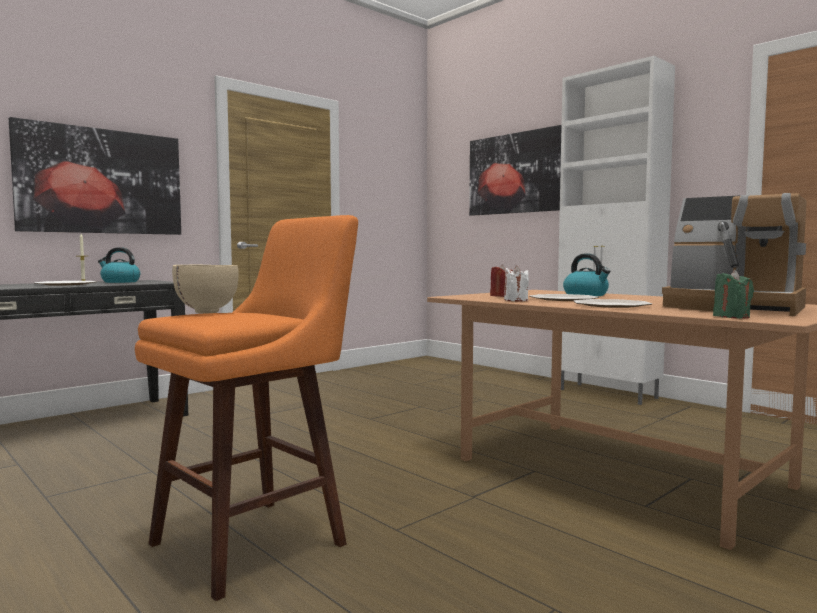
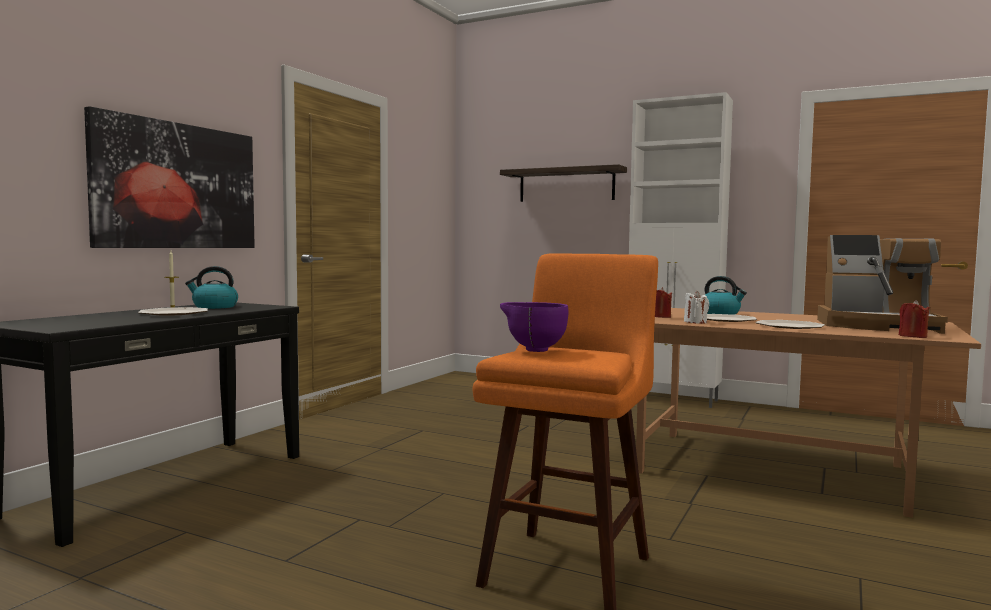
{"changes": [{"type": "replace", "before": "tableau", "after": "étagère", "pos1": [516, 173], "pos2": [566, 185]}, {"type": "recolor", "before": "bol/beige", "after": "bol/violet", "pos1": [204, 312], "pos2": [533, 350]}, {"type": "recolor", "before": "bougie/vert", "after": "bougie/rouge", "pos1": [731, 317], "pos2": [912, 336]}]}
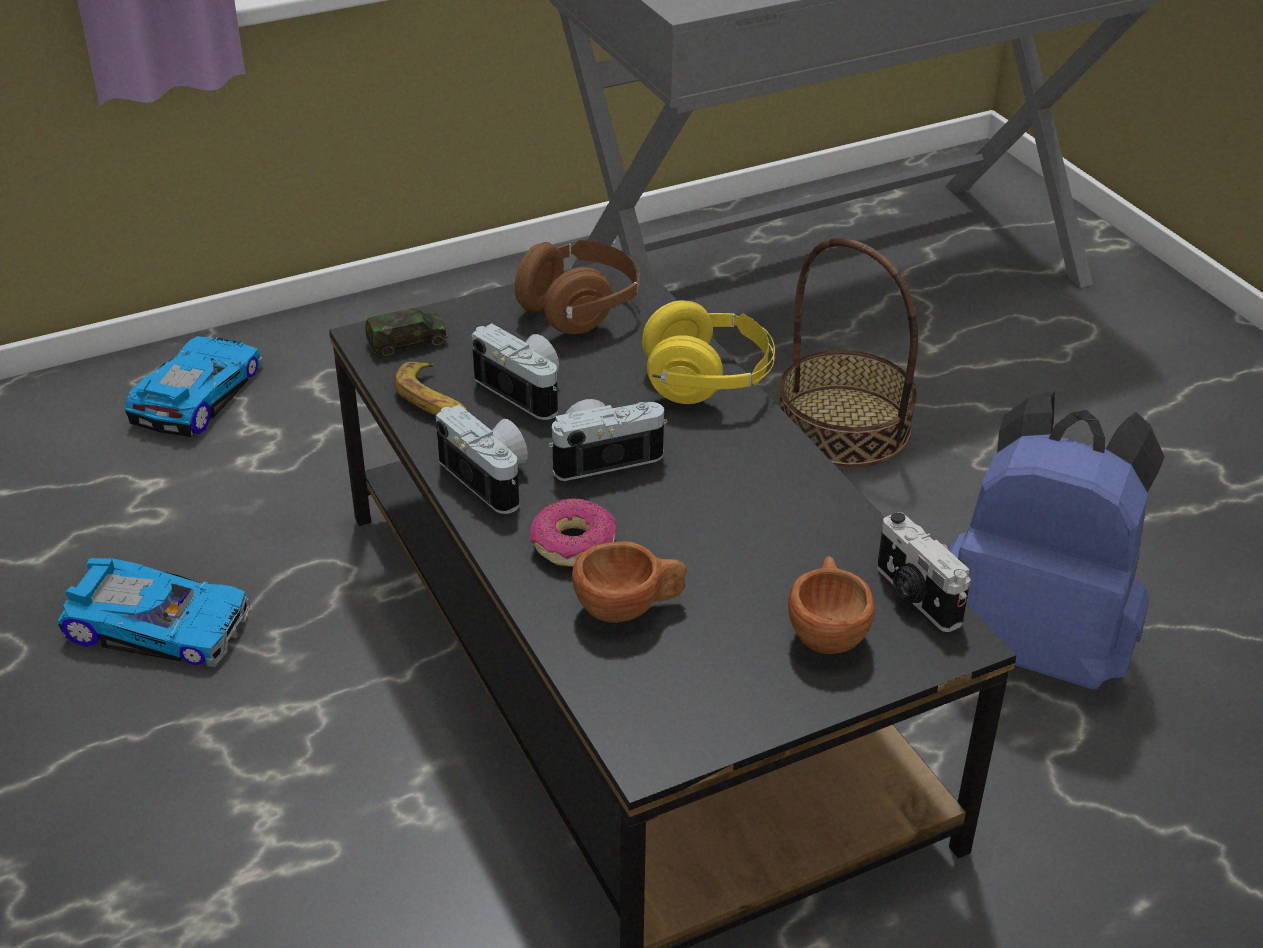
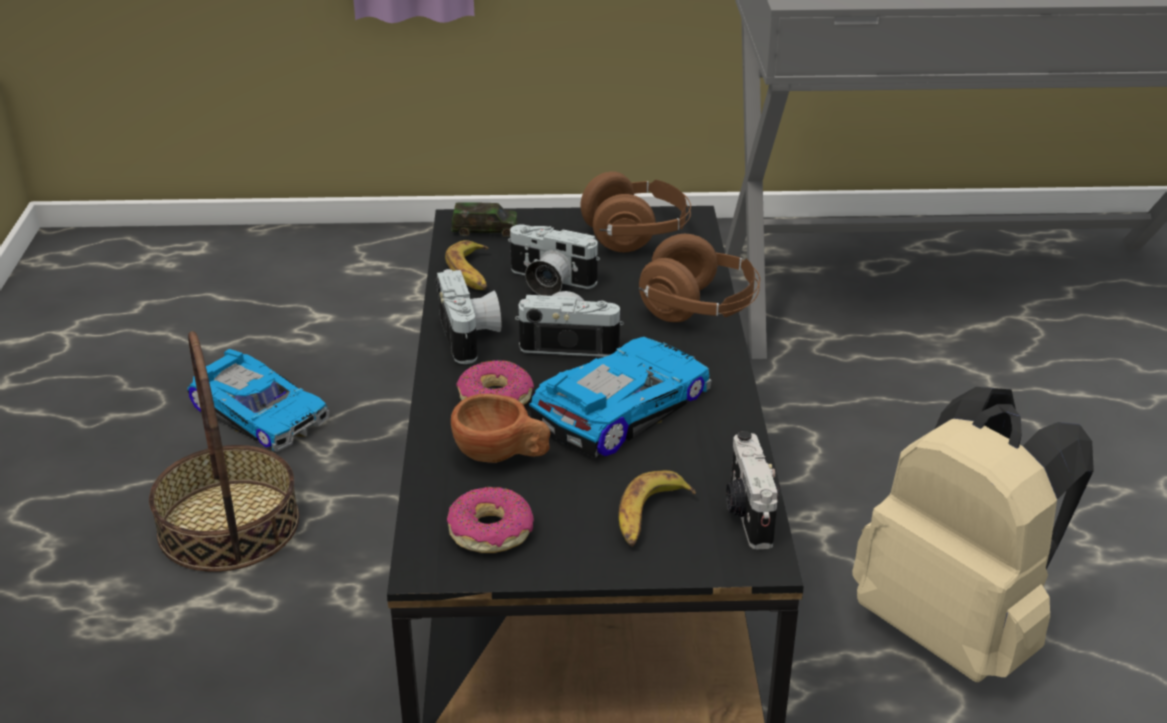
{"changes": [{"type": "move", "before": "panier", "pos1": [844, 426], "pos2": [229, 525]}, {"type": "recolor", "before": "casque audio/jaune", "after": "casque audio/marron", "pos1": [707, 381], "pos2": [699, 310]}, {"type": "rotate", "before": "appareil photo", "pos1": [527, 390], "pos2": [548, 282], "turn": 135}, {"type": "move", "before": "petite voiture", "pos1": [194, 395], "pos2": [618, 406]}, {"type": "recolor", "before": "sac à dos/bleu", "after": "sac à dos/beige", "pos1": [1033, 642], "pos2": [955, 630]}, {"type": "replace", "before": "tasse/marron", "after": "banane", "pos1": [826, 629], "pos2": [649, 517]}, {"type": "insert", "after": "beignet", "pos2": [490, 531]}]}
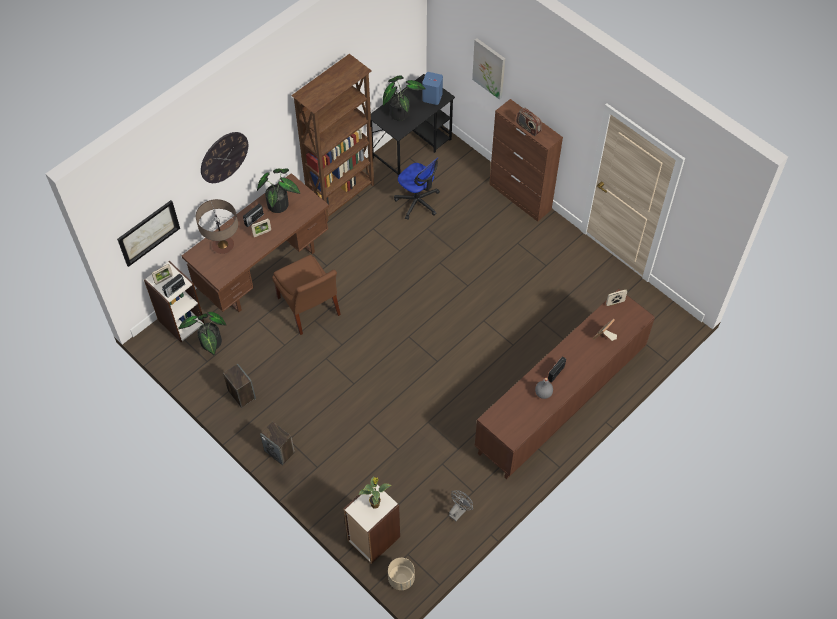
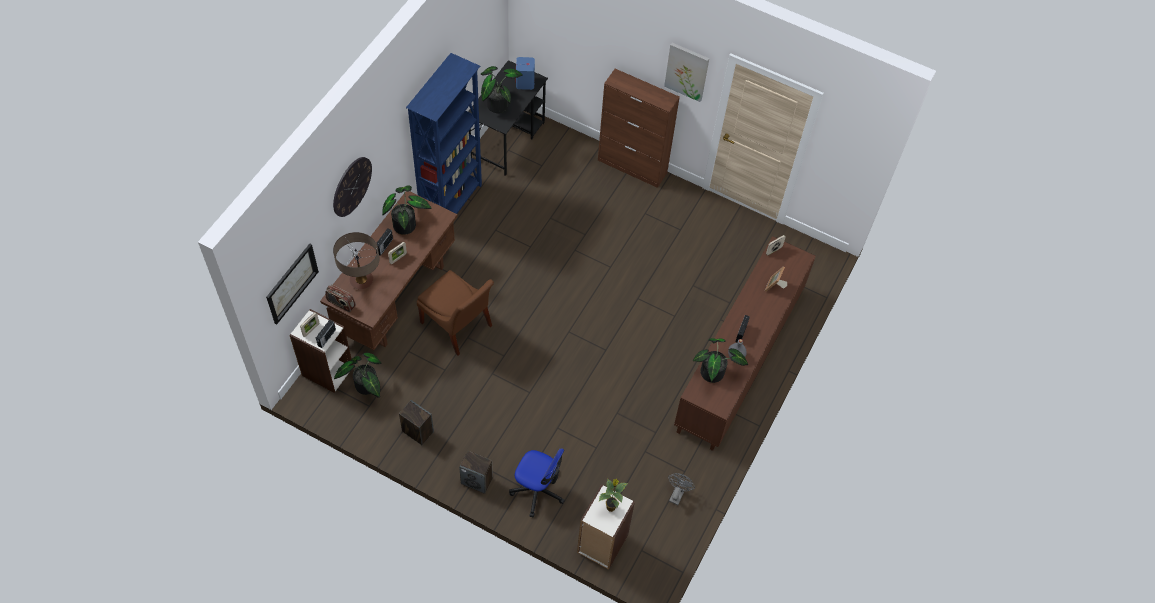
{"changes": [{"type": "move", "before": "tableau", "pos1": [489, 68], "pos2": [687, 71]}, {"type": "recolor", "before": "bibliothèque/marron", "after": "bibliothèque/bleu", "pos1": [342, 196], "pos2": [452, 203]}, {"type": "move", "before": "radio", "pos1": [528, 127], "pos2": [341, 303]}, {"type": "move", "before": "chaise de bureau", "pos1": [418, 202], "pos2": [538, 490]}, {"type": "delete", "before": "cache-pot/beige", "pos1": [401, 578]}, {"type": "insert", "after": "plante en pot", "pos2": [714, 374]}]}
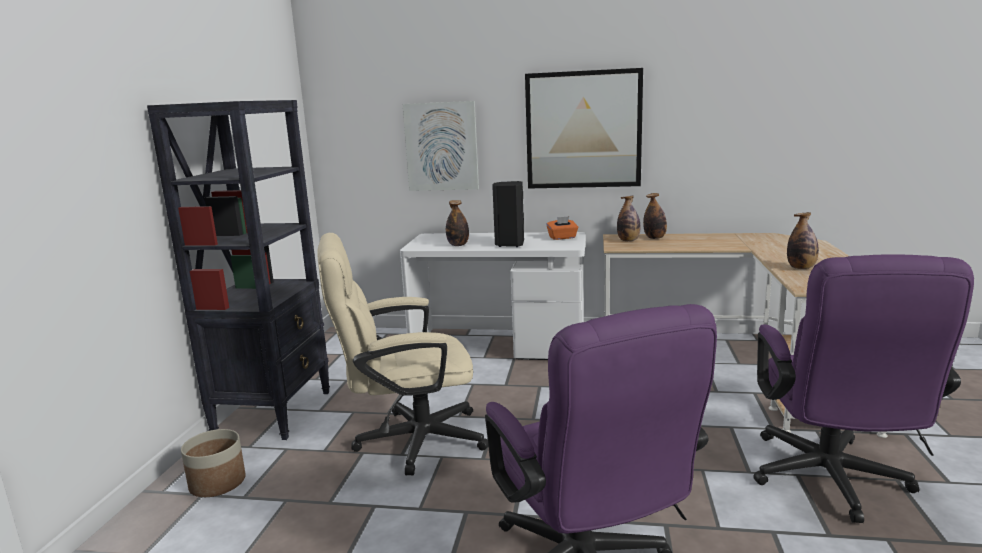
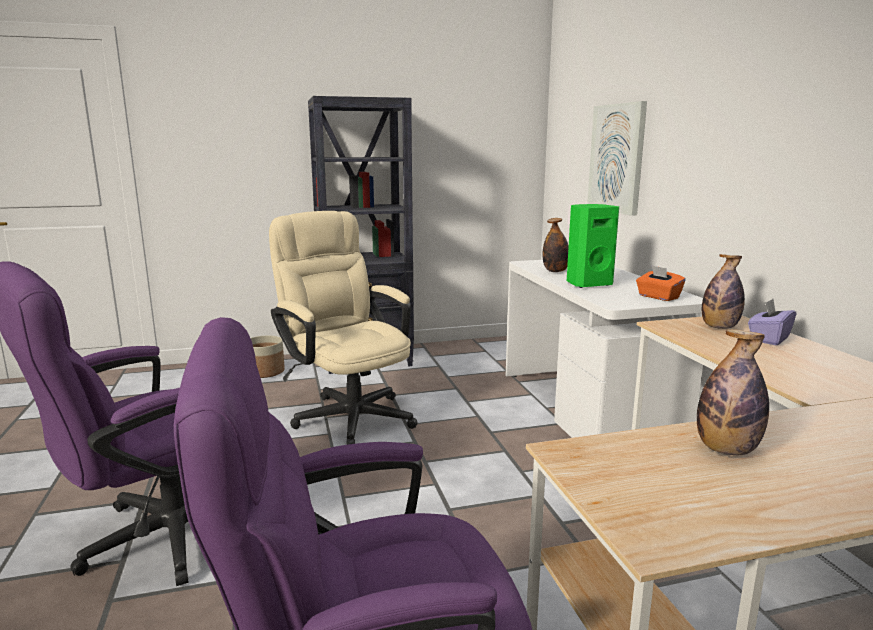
{"changes": [{"type": "delete", "before": "tableau", "pos1": [583, 130]}, {"type": "recolor", "before": "enceinte/noir", "after": "enceinte/vert", "pos1": [509, 244], "pos2": [588, 284]}, {"type": "replace", "before": "bouteille", "after": "boîte à mouchoirs/violet", "pos1": [654, 238], "pos2": [768, 339]}]}
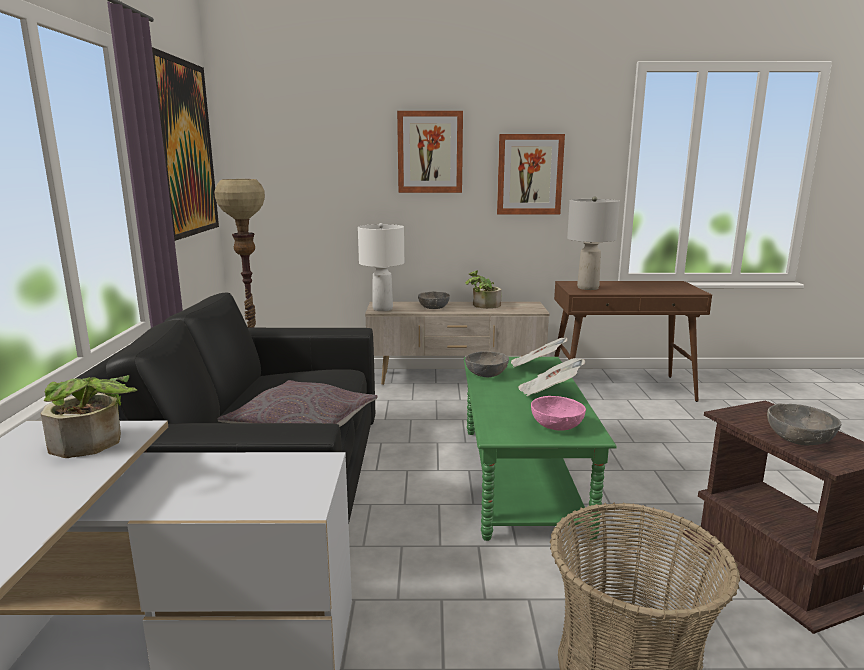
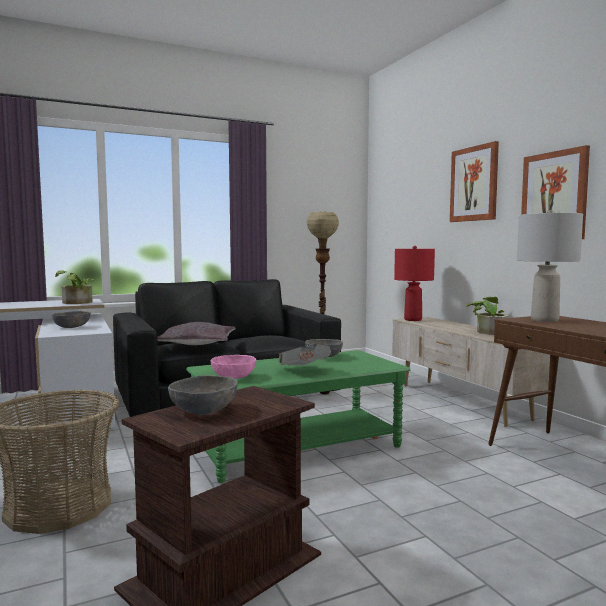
{"changes": [{"type": "delete", "before": "tableau", "pos1": [185, 149]}, {"type": "recolor", "before": "lampe de table/blanc", "after": "lampe de table/rouge", "pos1": [382, 309], "pos2": [412, 320]}, {"type": "move", "before": "bol/gris", "pos1": [434, 307], "pos2": [72, 327]}, {"type": "delete", "before": "journal", "pos1": [536, 367]}]}
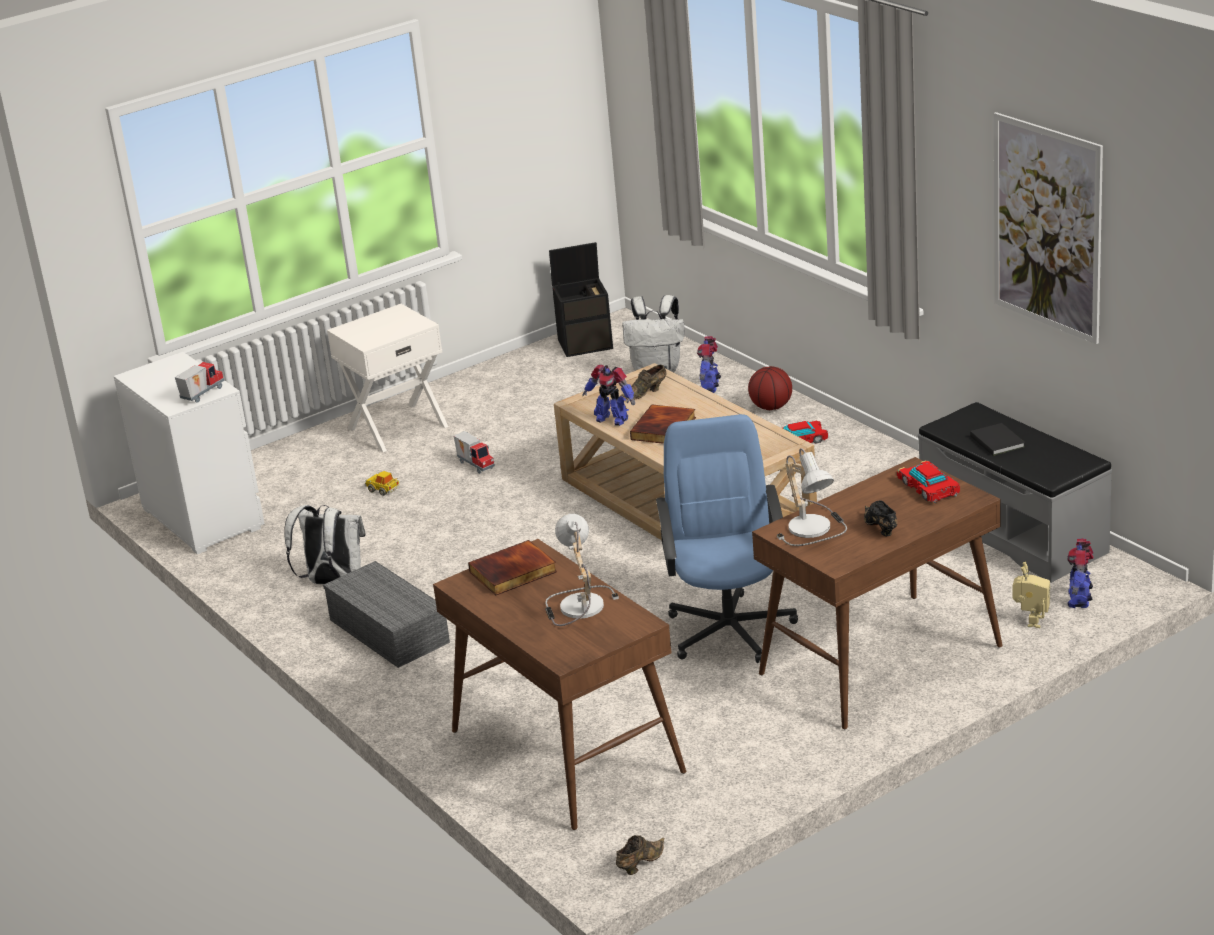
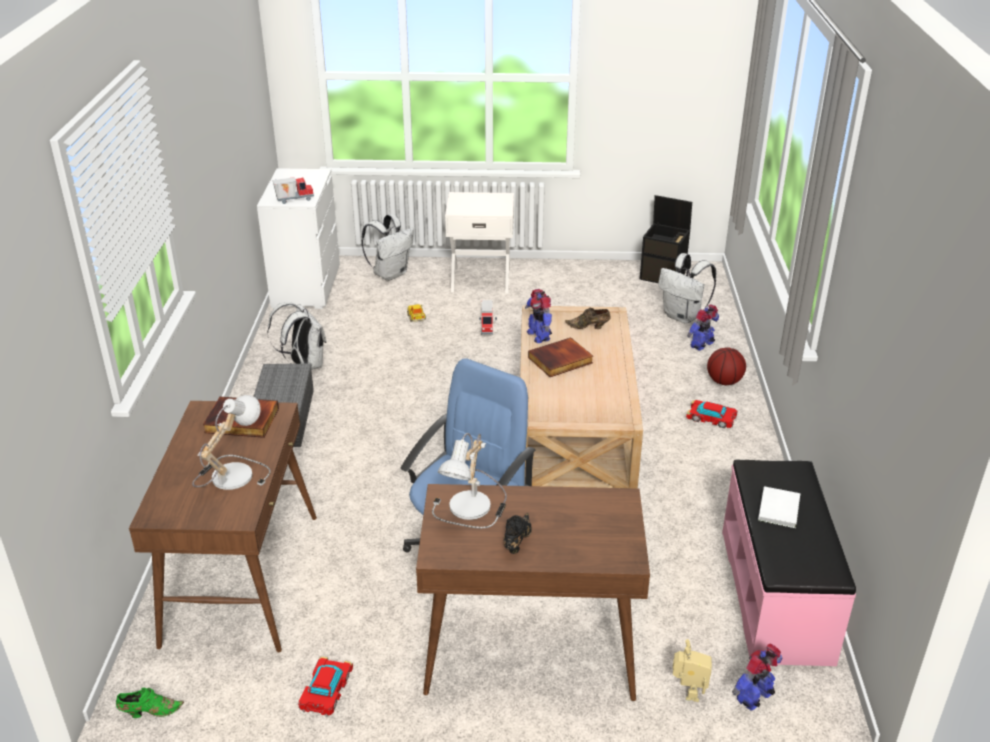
{"changes": [{"type": "delete", "before": "tableau", "pos1": [1047, 227]}, {"type": "recolor", "before": "banc/gris", "after": "banc/rose", "pos1": [1014, 532], "pos2": [776, 594]}, {"type": "recolor", "before": "livre/noir", "after": "livre/blanc", "pos1": [997, 441], "pos2": [779, 508]}, {"type": "move", "before": "petite voiture", "pos1": [928, 488], "pos2": [326, 690]}, {"type": "rotate", "before": "robot jouet", "pos1": [1030, 621], "pos2": [688, 692], "turn": -45}, {"type": "recolor", "before": "chaussure/marron", "after": "chaussure/vert", "pos1": [639, 864], "pos2": [149, 712]}, {"type": "insert", "after": "sac à dos/blanc", "pos2": [390, 274]}]}
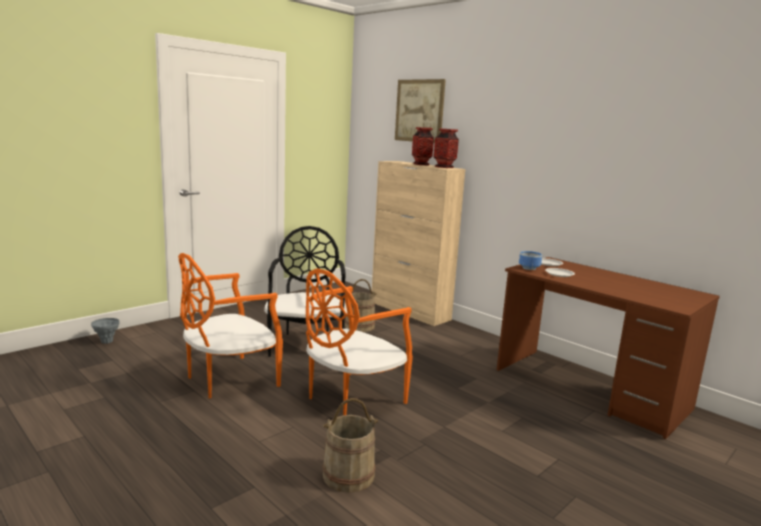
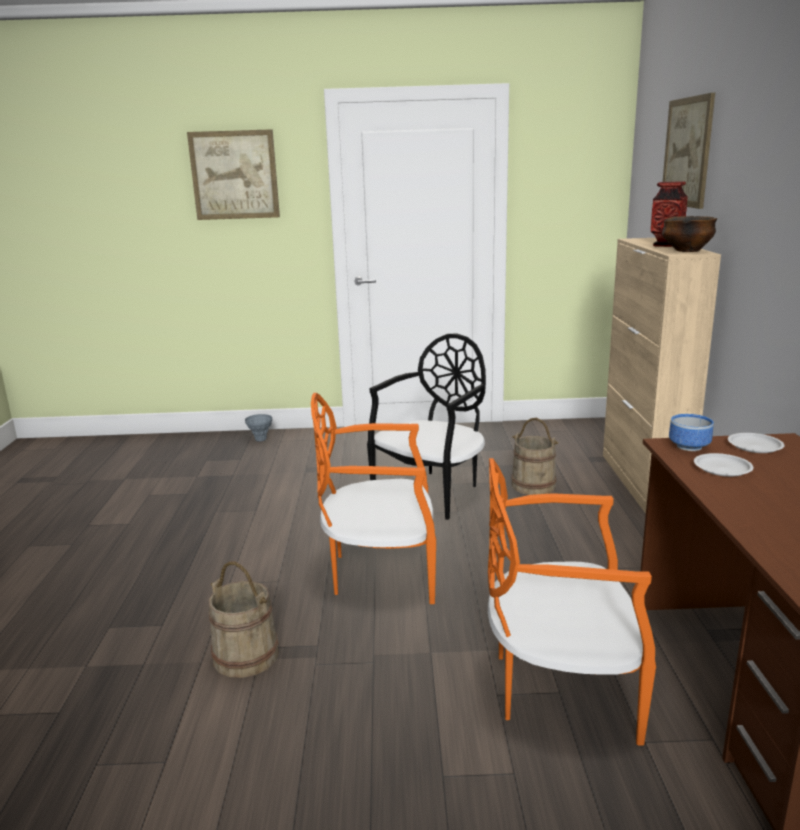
{"changes": [{"type": "replace", "before": "vase", "after": "bol", "pos1": [444, 167], "pos2": [686, 251]}, {"type": "move", "before": "chaise/orange", "pos1": [229, 379], "pos2": [560, 687]}, {"type": "insert", "after": "tableau", "pos2": [234, 175]}]}
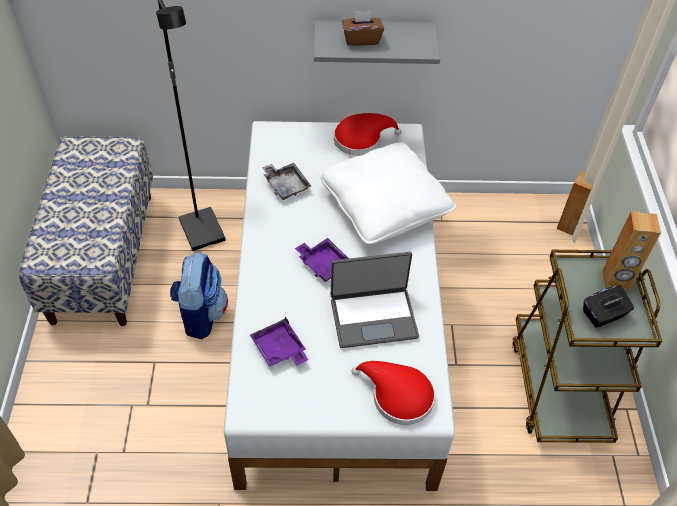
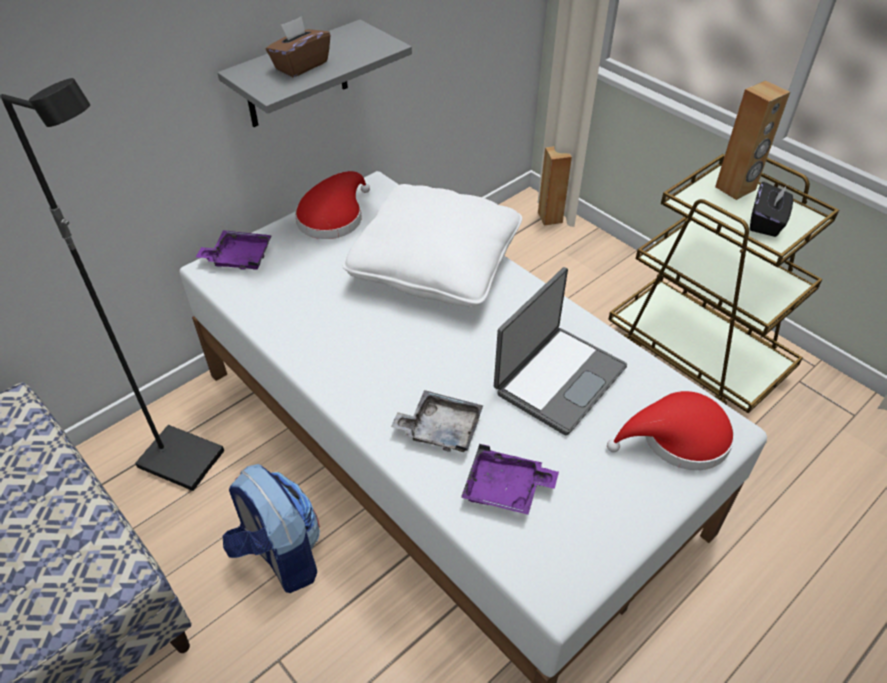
{"changes": [{"type": "move", "before": "plateau/gris", "pos1": [286, 185], "pos2": [440, 429]}, {"type": "move", "before": "plateau/violet", "pos1": [323, 264], "pos2": [239, 258]}]}
